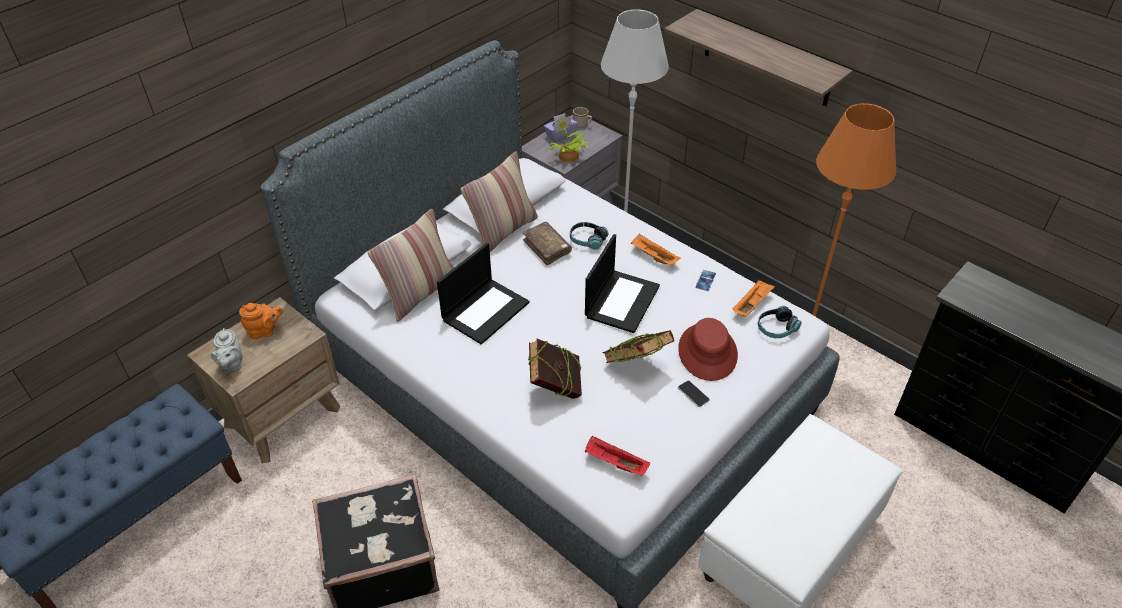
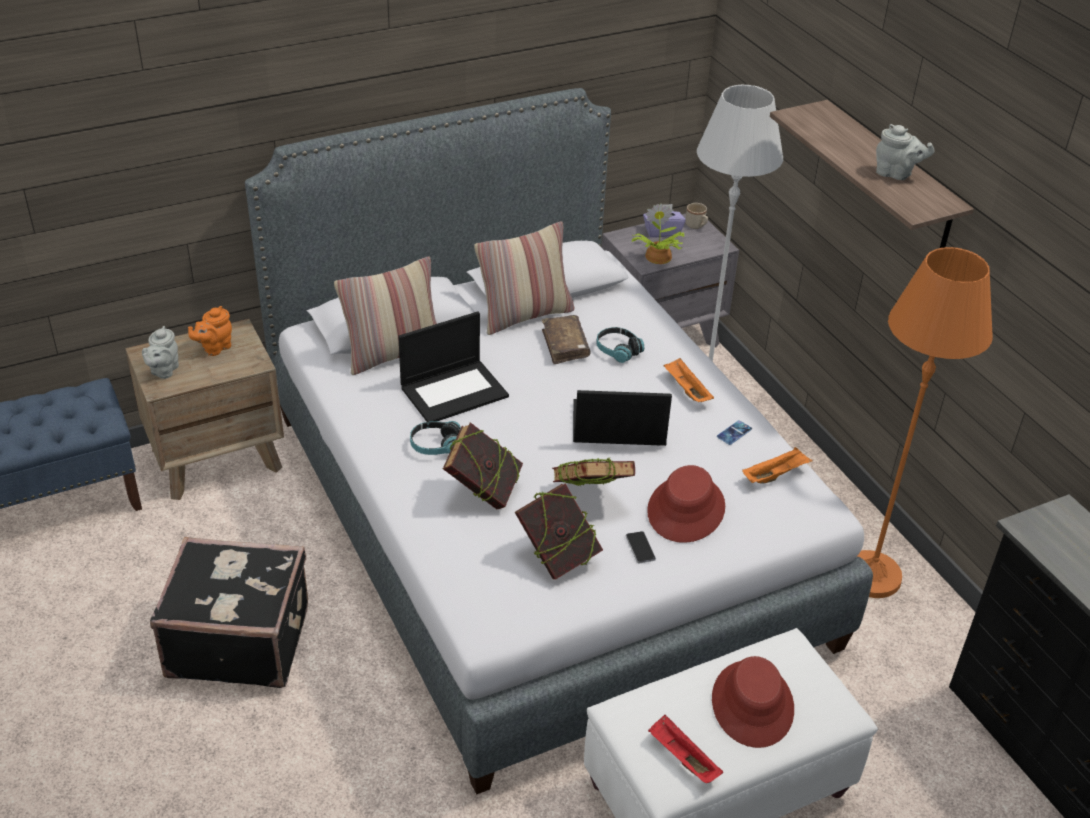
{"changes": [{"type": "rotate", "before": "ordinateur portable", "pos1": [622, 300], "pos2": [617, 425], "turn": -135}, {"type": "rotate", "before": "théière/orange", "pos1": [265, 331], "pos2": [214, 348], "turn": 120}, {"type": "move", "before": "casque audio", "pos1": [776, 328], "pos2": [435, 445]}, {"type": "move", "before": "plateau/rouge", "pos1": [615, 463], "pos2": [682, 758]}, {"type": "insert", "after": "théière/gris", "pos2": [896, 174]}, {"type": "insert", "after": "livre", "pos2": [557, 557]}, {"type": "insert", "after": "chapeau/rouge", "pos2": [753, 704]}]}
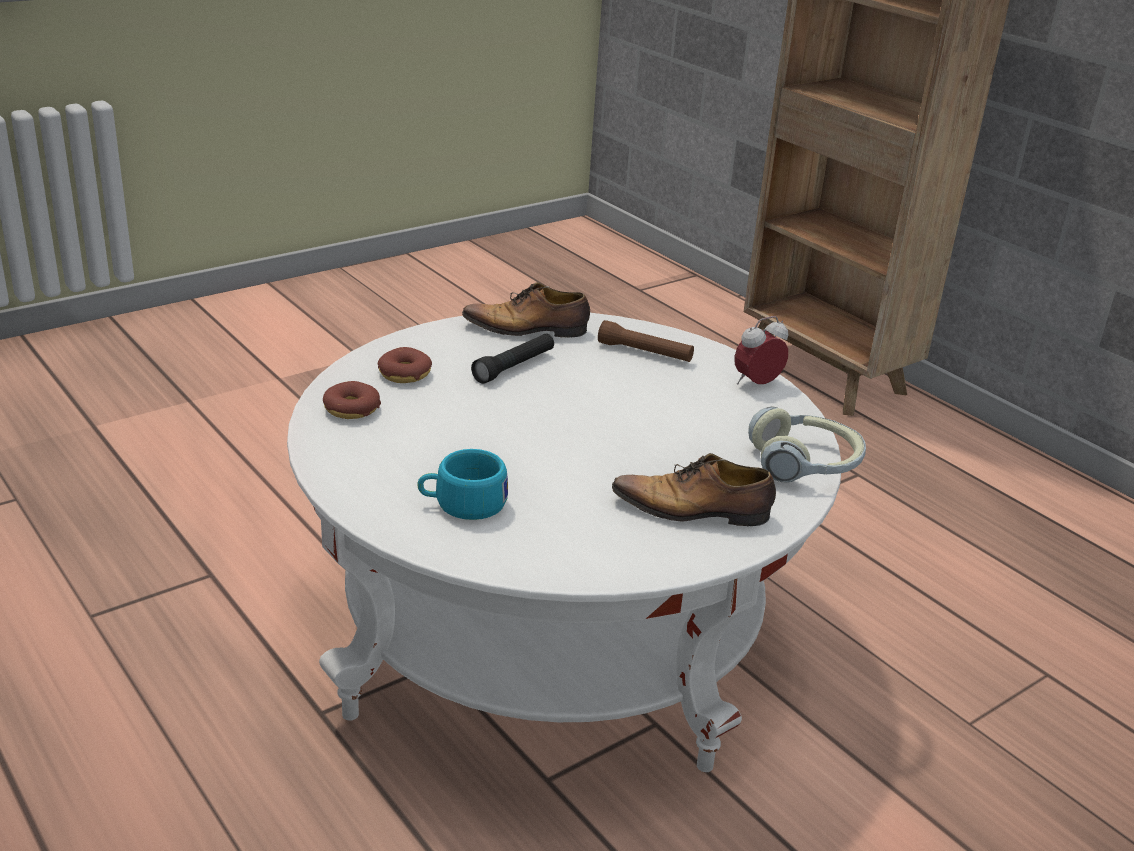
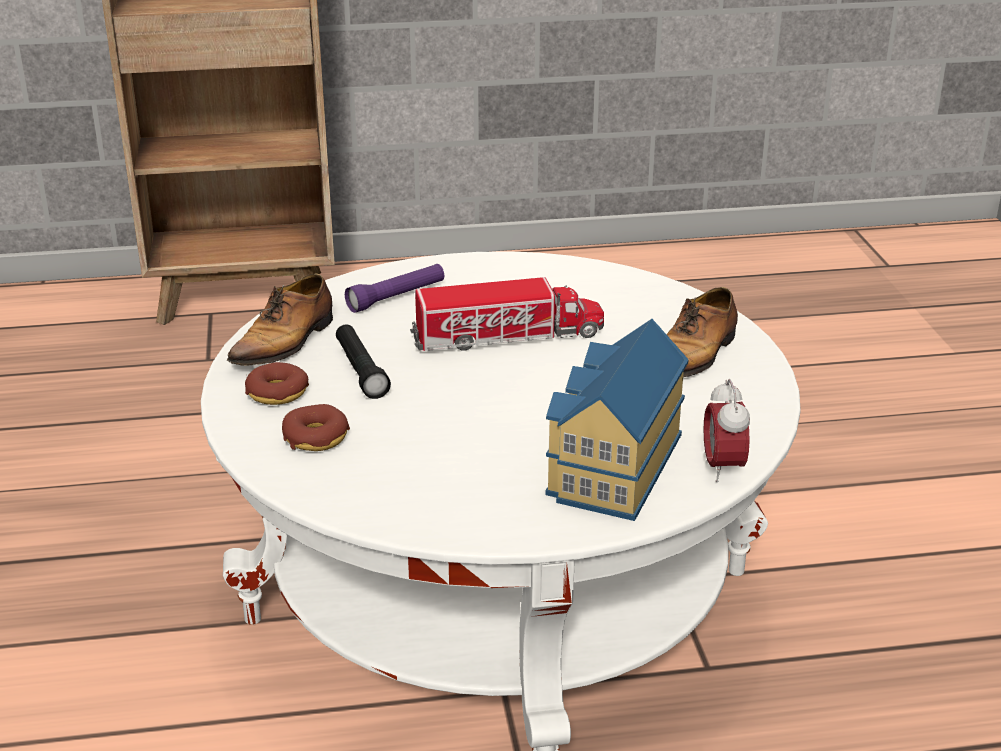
{"changes": [{"type": "move", "before": "réveil", "pos1": [757, 384], "pos2": [723, 468]}, {"type": "recolor", "before": "lampe de poche/marron", "after": "lampe de poche/violet", "pos1": [645, 353], "pos2": [396, 297]}, {"type": "move", "before": "beignet", "pos1": [351, 409], "pos2": [277, 393]}, {"type": "delete", "before": "casque audio", "pos1": [805, 464]}, {"type": "replace", "before": "tasse/turquoise", "after": "maison miniature", "pos1": [462, 504], "pos2": [610, 466]}, {"type": "insert", "after": "camion jouet", "pos2": [507, 337]}]}
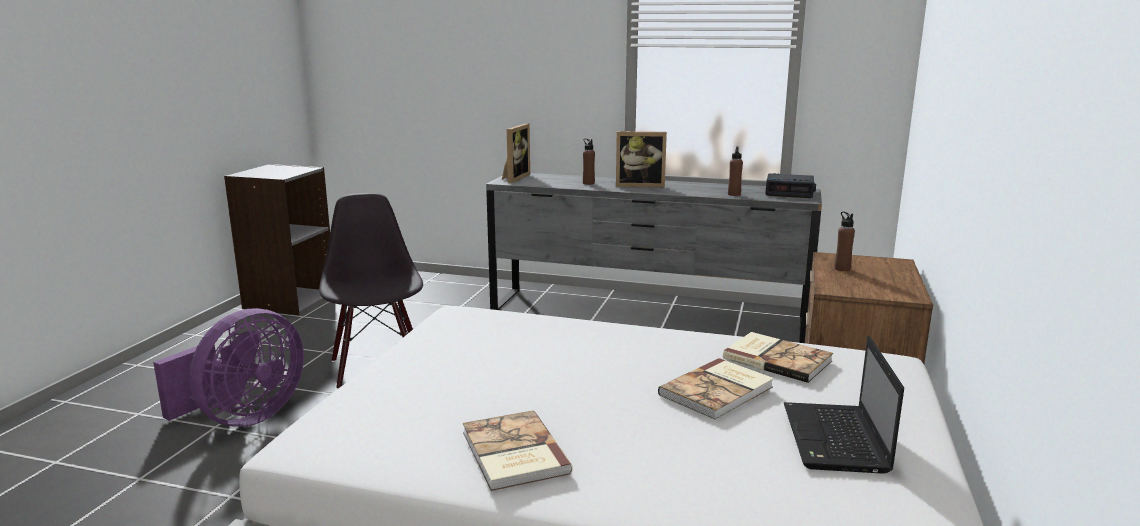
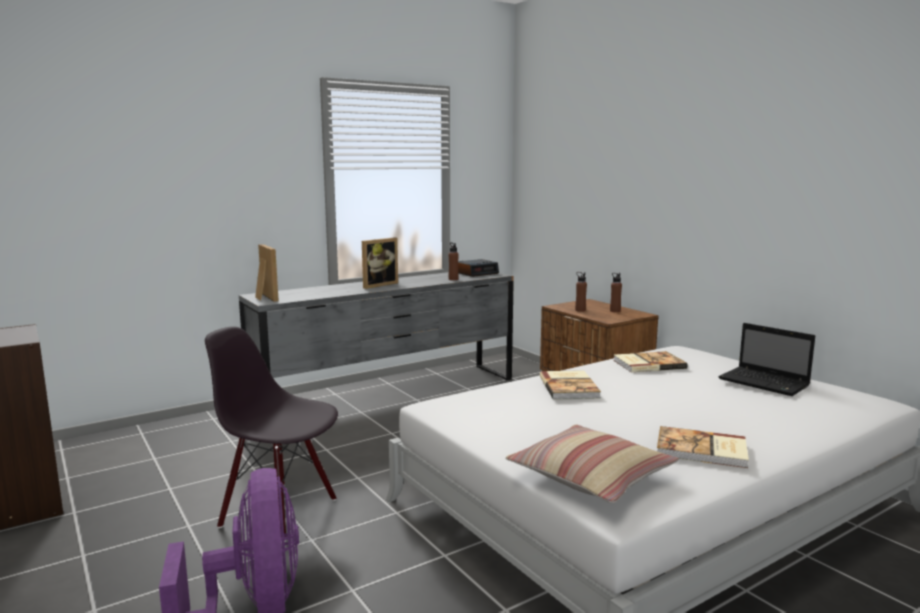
{"changes": [{"type": "move", "before": "bouteille/marron", "pos1": [588, 183], "pos2": [615, 311]}, {"type": "move", "before": "livre", "pos1": [718, 391], "pos2": [570, 387]}, {"type": "insert", "after": "coussin", "pos2": [591, 477]}]}
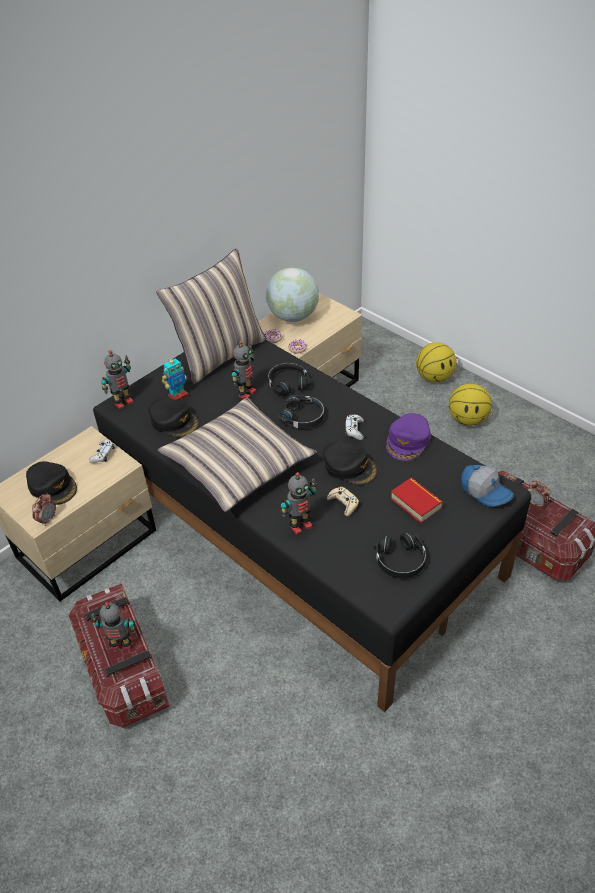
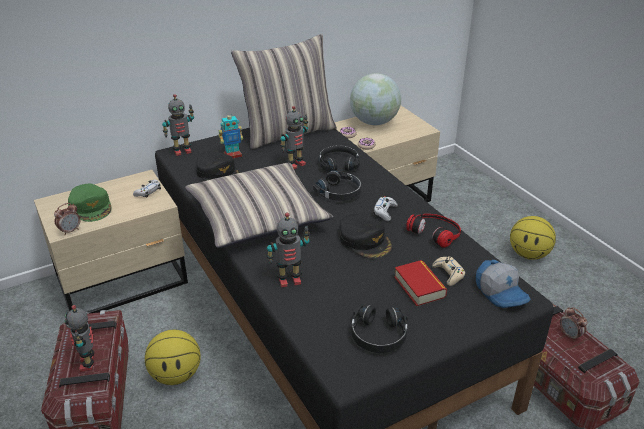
{"changes": [{"type": "move", "before": "ballon de basket", "pos1": [434, 377], "pos2": [176, 375]}, {"type": "replace", "before": "casquette/violet", "after": "casque audio", "pos1": [408, 441], "pos2": [435, 231]}, {"type": "recolor", "before": "casquette/noir", "after": "casquette/vert", "pos1": [53, 486], "pos2": [91, 207]}, {"type": "move", "before": "manette/beige", "pos1": [343, 503], "pos2": [448, 274]}, {"type": "rotate", "before": "robot jouet", "pos1": [121, 645], "pos2": [89, 363], "turn": -120}]}
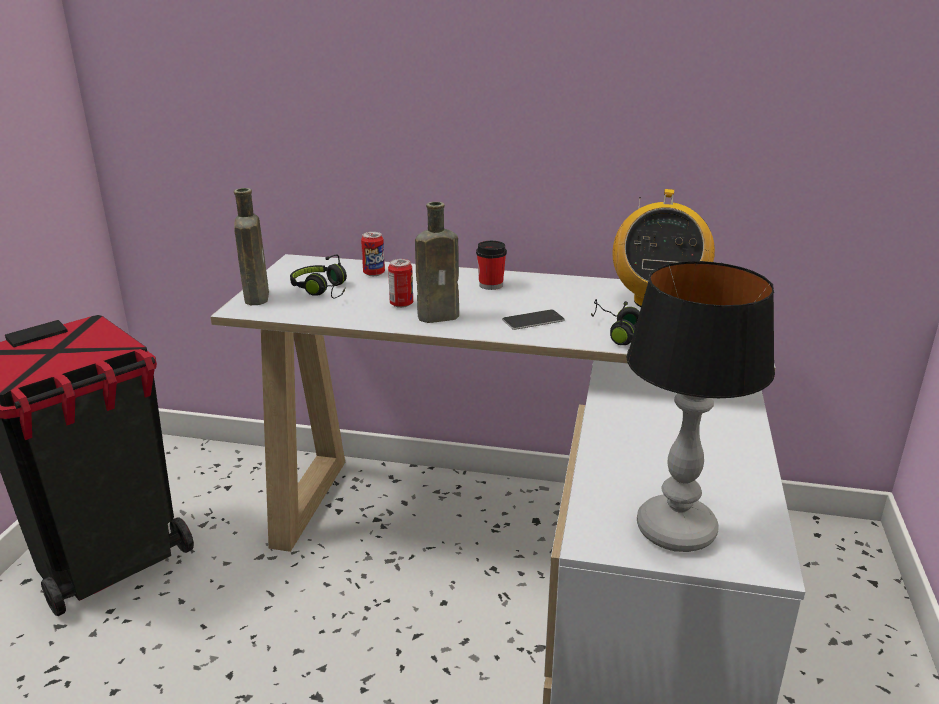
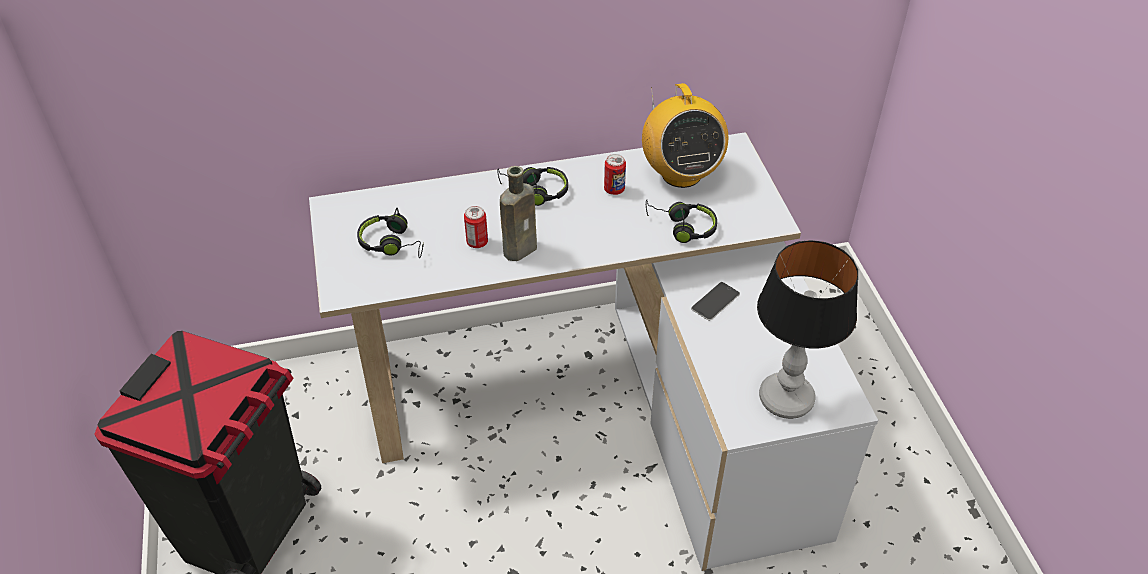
{"changes": [{"type": "delete", "before": "bouteille/marron", "pos1": [256, 296]}, {"type": "move", "before": "boîte métallique", "pos1": [374, 273], "pos2": [614, 189]}, {"type": "replace", "before": "tasse", "after": "casque audio/noir", "pos1": [491, 285], "pos2": [534, 191]}, {"type": "move", "before": "téléphone", "pos1": [533, 320], "pos2": [715, 301]}]}
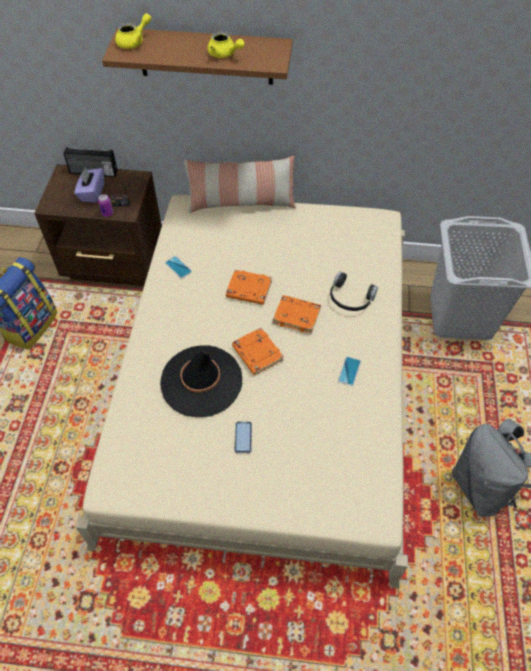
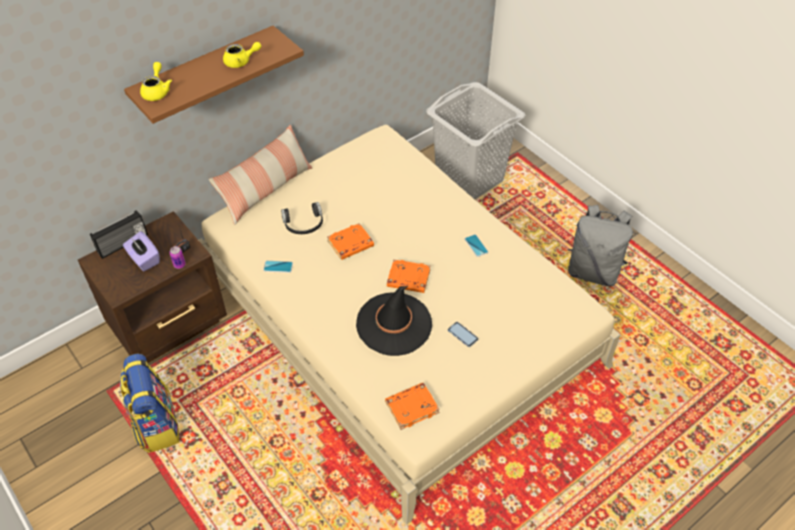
{"changes": [{"type": "move", "before": "casque audio/noir", "pos1": [350, 298], "pos2": [304, 224]}, {"type": "move", "before": "livre/orange", "pos1": [297, 316], "pos2": [412, 407]}]}
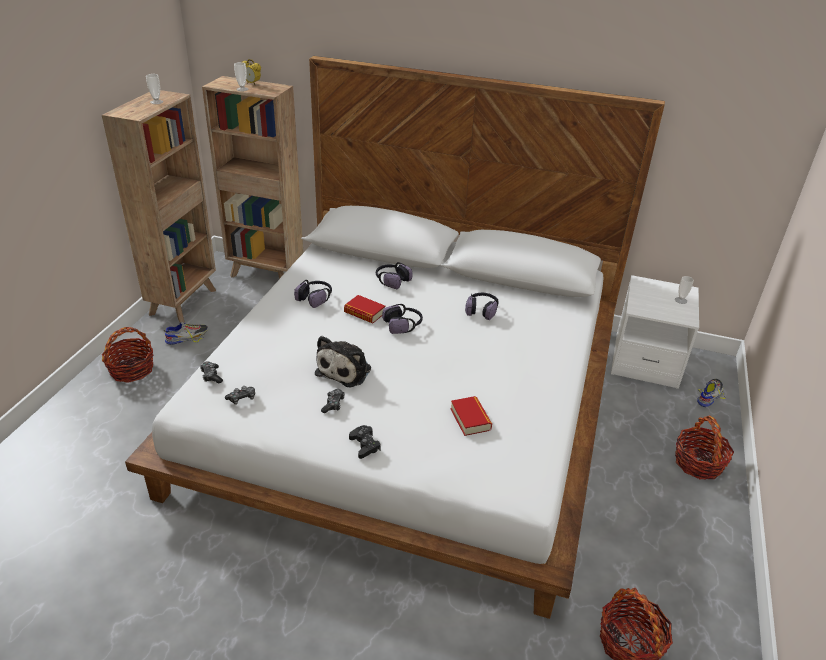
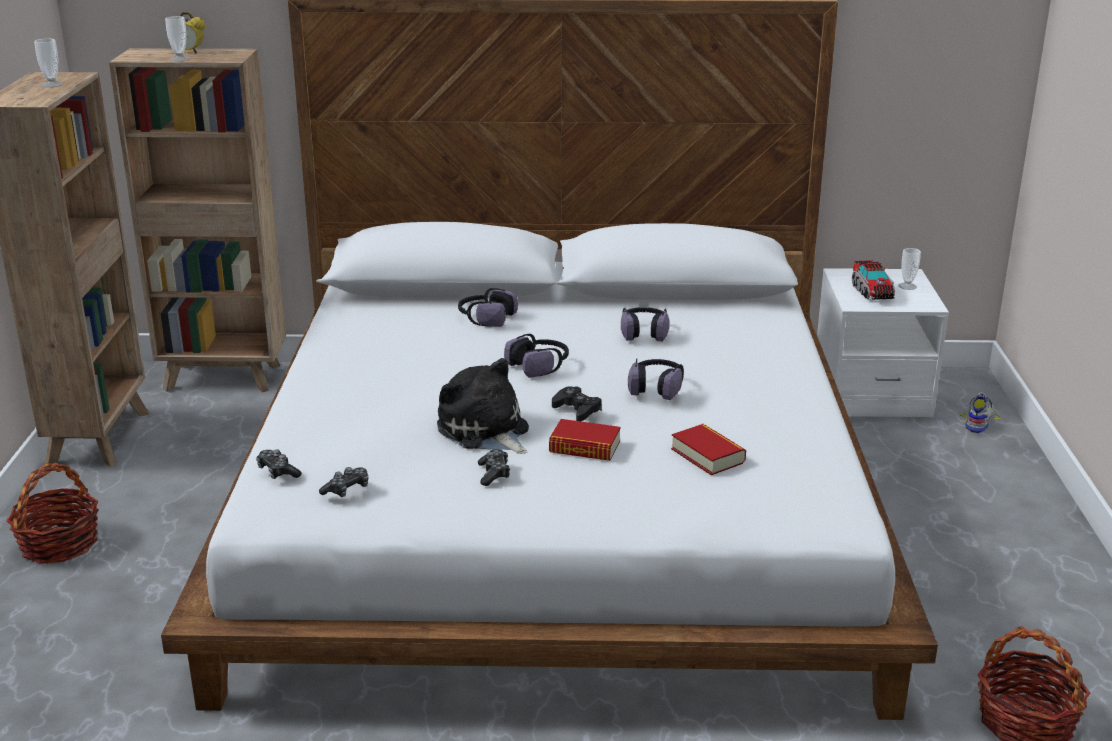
{"changes": [{"type": "move", "before": "casque audio", "pos1": [315, 298], "pos2": [657, 387]}, {"type": "move", "before": "livre", "pos1": [364, 313], "pos2": [584, 447]}, {"type": "delete", "before": "chaussure", "pos1": [187, 337]}, {"type": "rotate", "before": "peluche", "pos1": [346, 370], "pos2": [485, 431], "turn": 135}, {"type": "delete", "before": "panier", "pos1": [698, 463]}, {"type": "move", "before": "manette/noir", "pos1": [364, 445], "pos2": [577, 409]}, {"type": "insert", "after": "camion jouet", "pos2": [871, 291]}]}
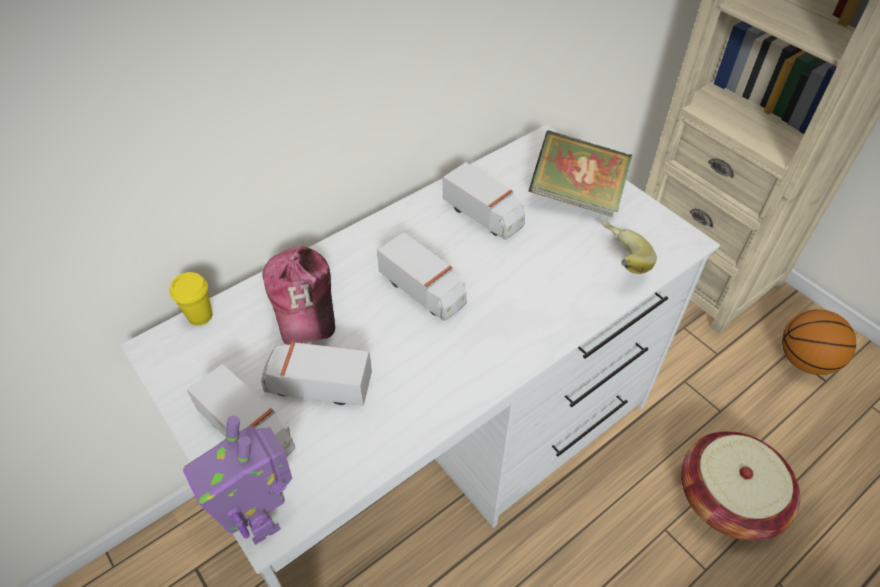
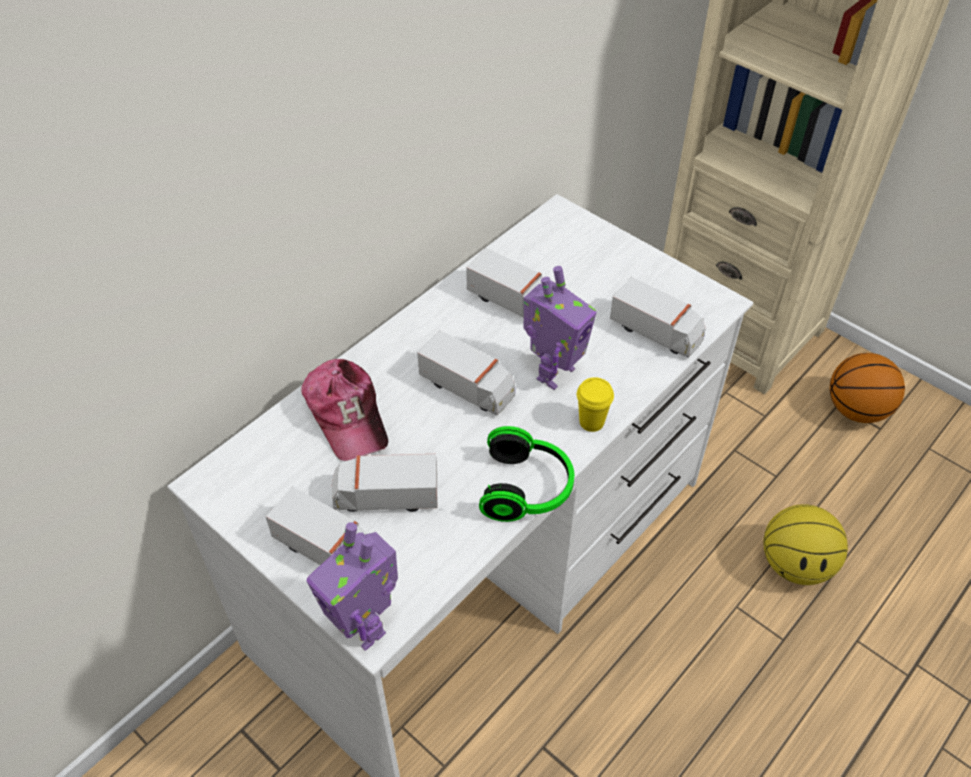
{"changes": [{"type": "delete", "before": "livre", "pos1": [576, 196]}, {"type": "replace", "before": "banane", "after": "camion jouet", "pos1": [618, 261], "pos2": [656, 332]}, {"type": "move", "before": "tasse/jaune", "pos1": [200, 316], "pos2": [591, 422]}, {"type": "replace", "before": "panier", "after": "ballon de basket", "pos1": [728, 498], "pos2": [796, 565]}, {"type": "insert", "after": "robot jouet", "pos2": [553, 372]}, {"type": "insert", "after": "casque audio", "pos2": [527, 488]}]}
